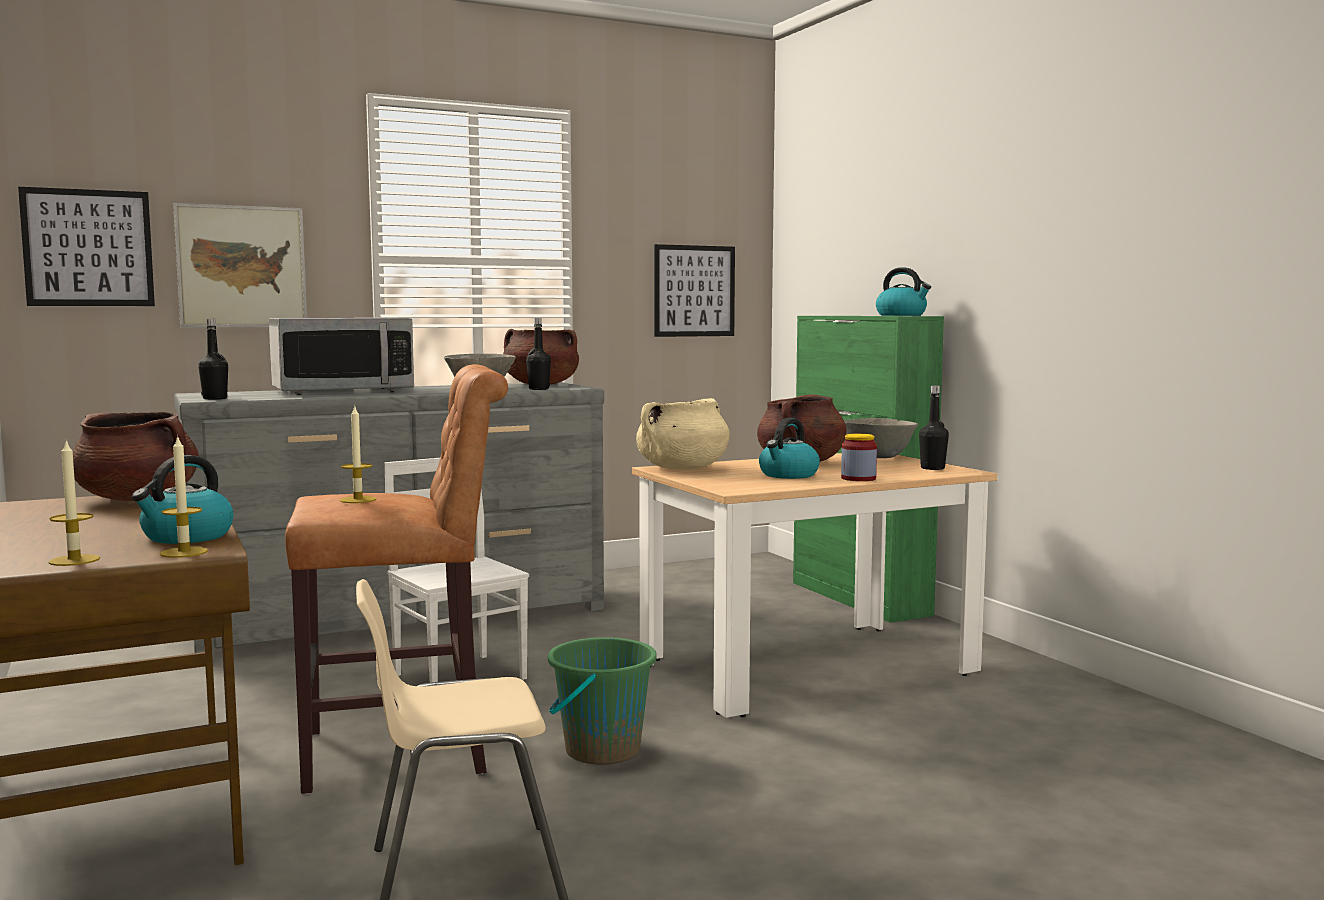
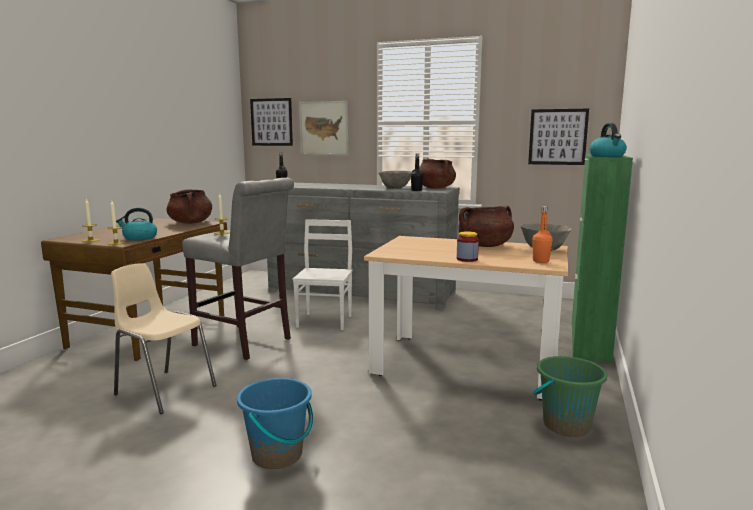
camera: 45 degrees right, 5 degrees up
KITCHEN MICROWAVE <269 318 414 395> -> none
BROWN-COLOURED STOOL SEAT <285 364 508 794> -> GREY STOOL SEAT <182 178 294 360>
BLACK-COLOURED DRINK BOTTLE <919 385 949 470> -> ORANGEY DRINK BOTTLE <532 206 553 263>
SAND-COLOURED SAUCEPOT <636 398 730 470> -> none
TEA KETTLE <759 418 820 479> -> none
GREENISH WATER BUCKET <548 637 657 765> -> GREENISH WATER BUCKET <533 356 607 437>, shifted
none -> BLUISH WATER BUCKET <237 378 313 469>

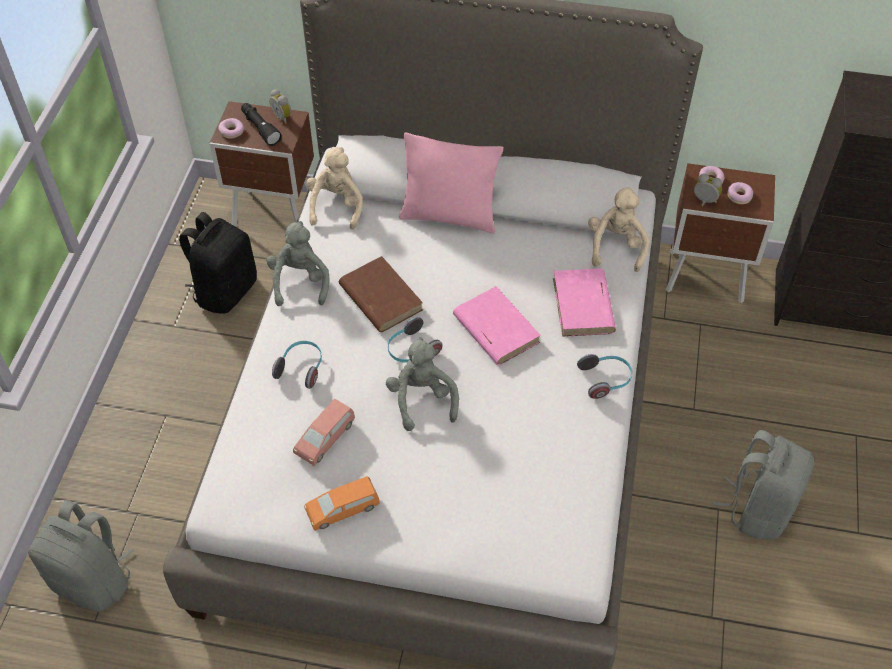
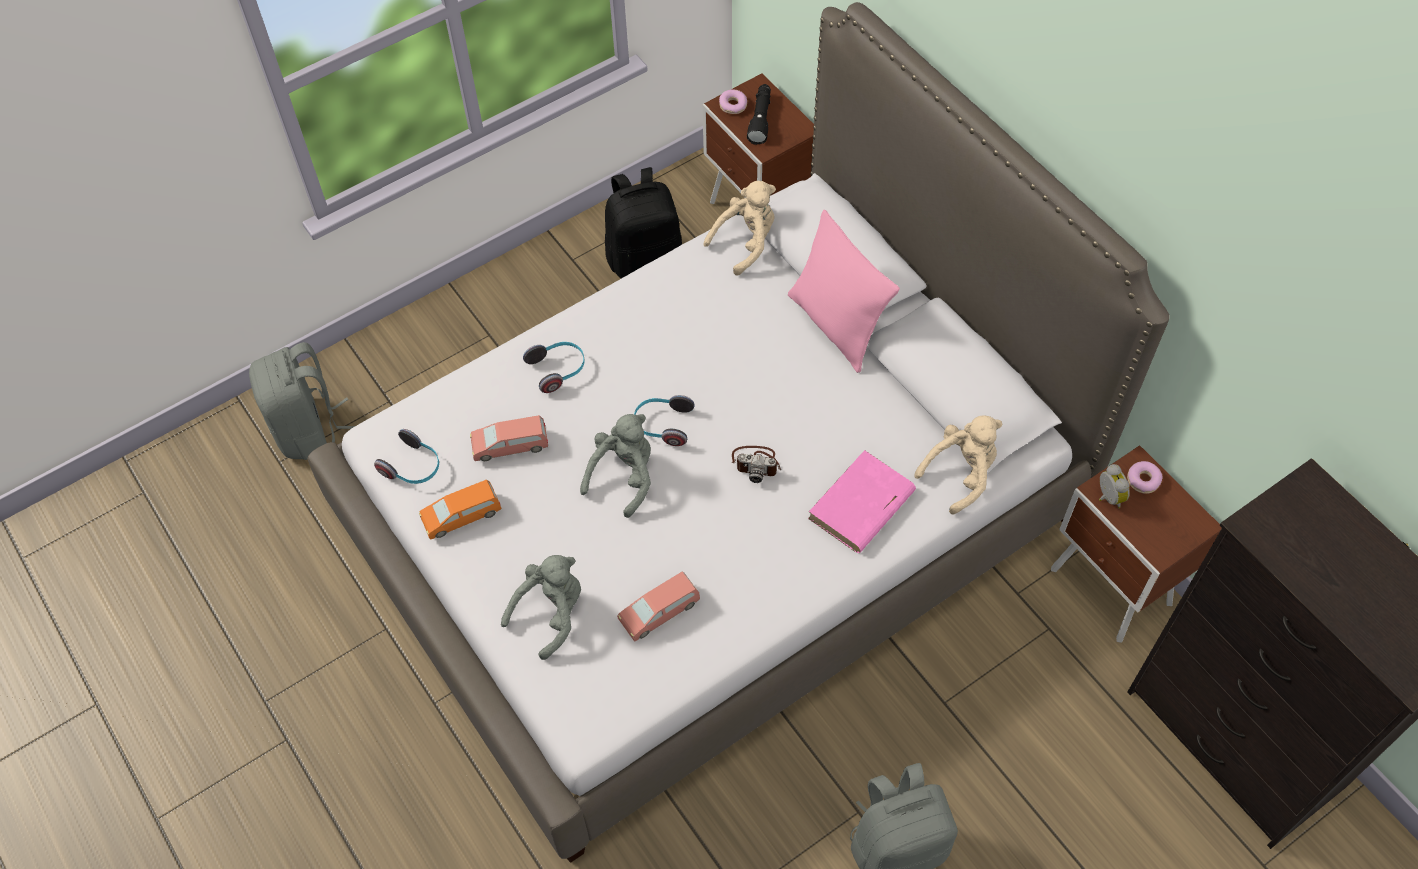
camera: 45 degrees right, 5 degrees up
ALARM CLOCK <269 89 291 124> -> none
RING DOUGHNUT <727 182 753 204> -> none
GREY CUDDLY TOY <266 221 329 306> -> GREY CUDDLY TOY <501 555 581 660>, shifted
BROWN-COLOURED BOOK <339 256 423 332> -> none
PINK-COLOURED BOOK <453 286 541 365> -> STILL CAMERA <732 446 781 483>
HEADPHONES <577 354 632 399> -> HEADPHONES <374 429 439 484>, shifted
ORANGEY TOY CAR <304 476 380 531> -> ORANGEY TOY CAR <419 480 501 540>, 45 degrees counterclockwise
none -> PINK-COLOURED TOY CAR <617 571 700 642>

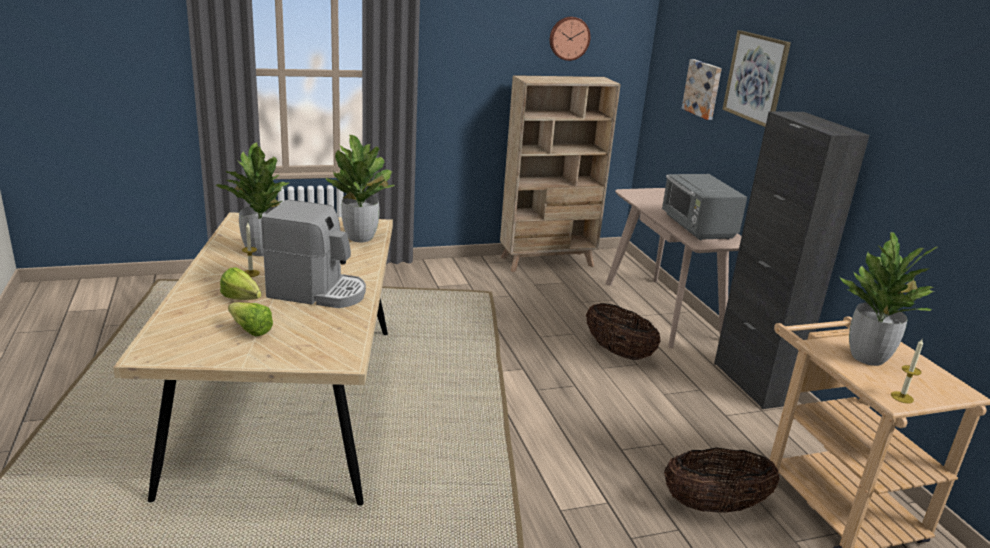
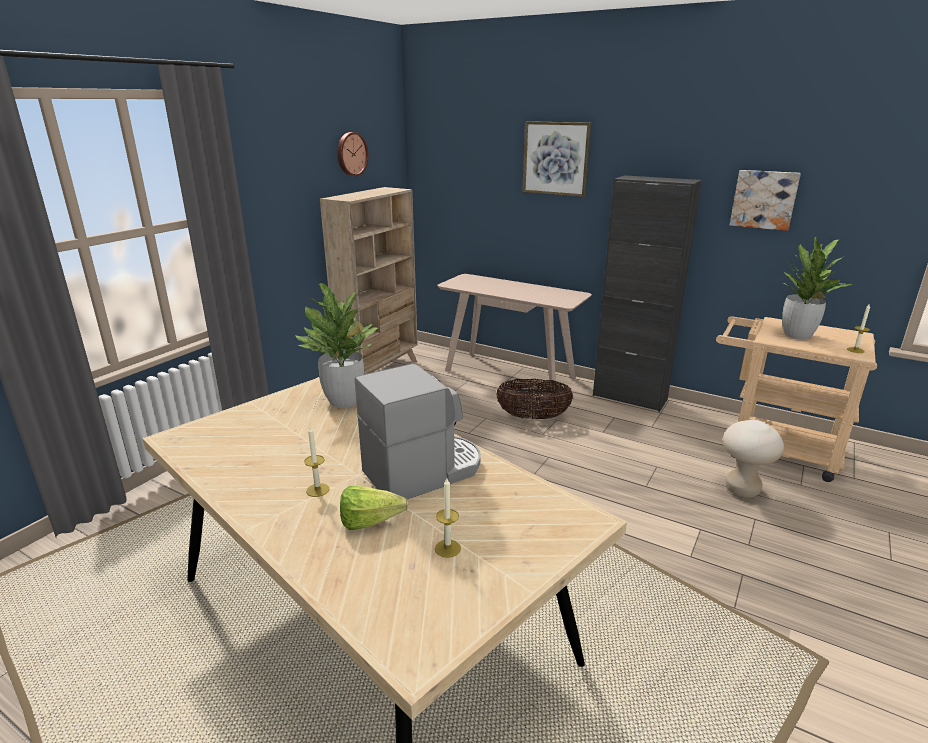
camera: 40 degrees left, 0 degrees up
PICTURE <682 59 722 120> -> PICTURE <730 170 801 231>, shifted
HOUSEPLANT <215 142 289 256> -> none
GREY KITCHEN MICROWAVE <662 174 747 240> -> none
LETTUCE <228 302 273 336> -> CANDLE <435 478 461 558>
STORAGE BASKET <664 448 780 513> -> SAND-COLOURED STOOL SEAT <723 420 784 498>

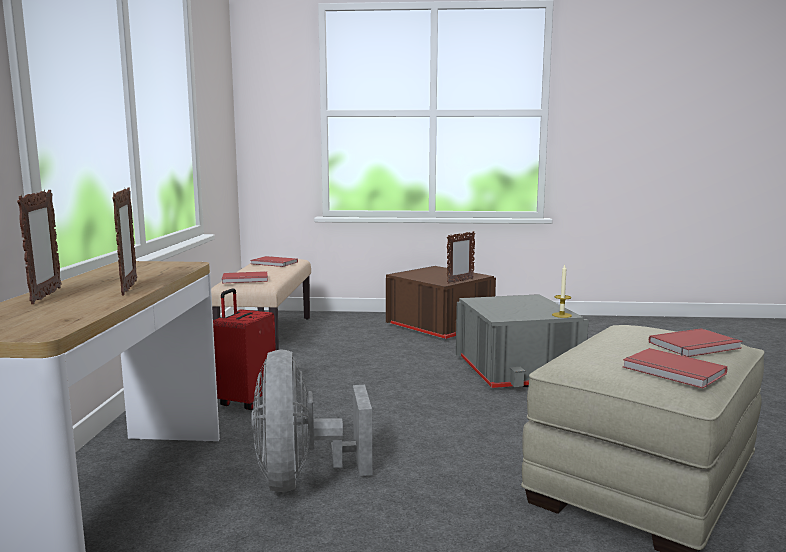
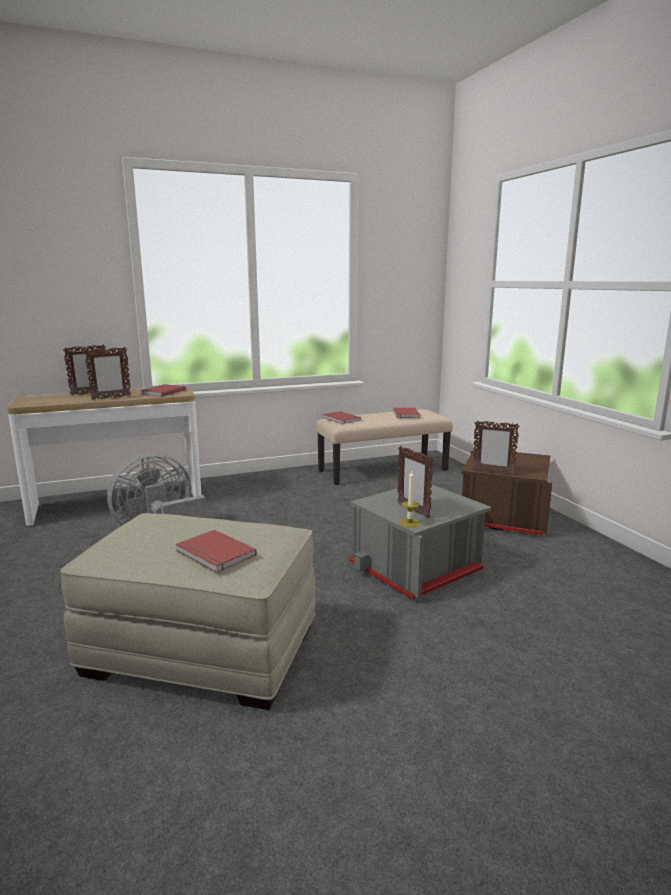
camera: 65 degrees right, 5 degrees up
RED SUITCASE <213 288 276 410> -> none
RED BOOK <623 348 728 388> -> RED BOOK <139 384 186 397>, shifted
none -> STANDING FRAME <397 446 433 518>

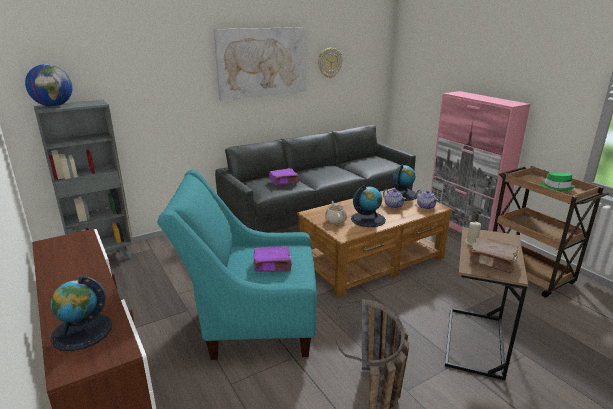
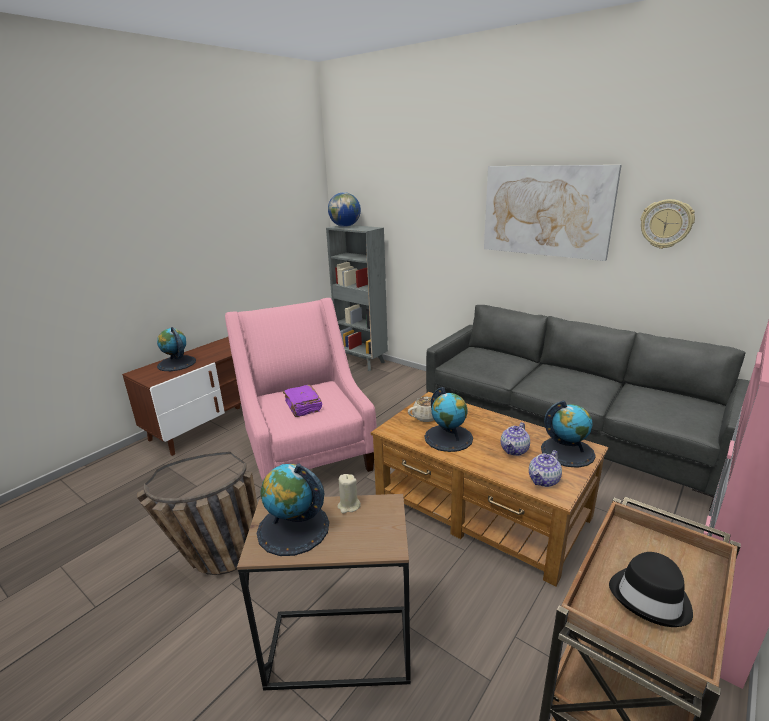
camera: 70 degrees right, 0 degrees up
PURPLISH BOOK <269 168 299 185> -> none
BLUE-GREEN LOUNGE CHAIR <157 169 317 360> -> PINK-COLOURED LOUNGE CHAIR <225 298 377 480>
GREENISH WEARABLE HAT <539 172 575 191> -> BLACK-COLOURED WEARABLE HAT <609 552 693 627>
BROWN-COLOURED BOOK <469 237 519 273> -> GLOBE <257 464 329 556>

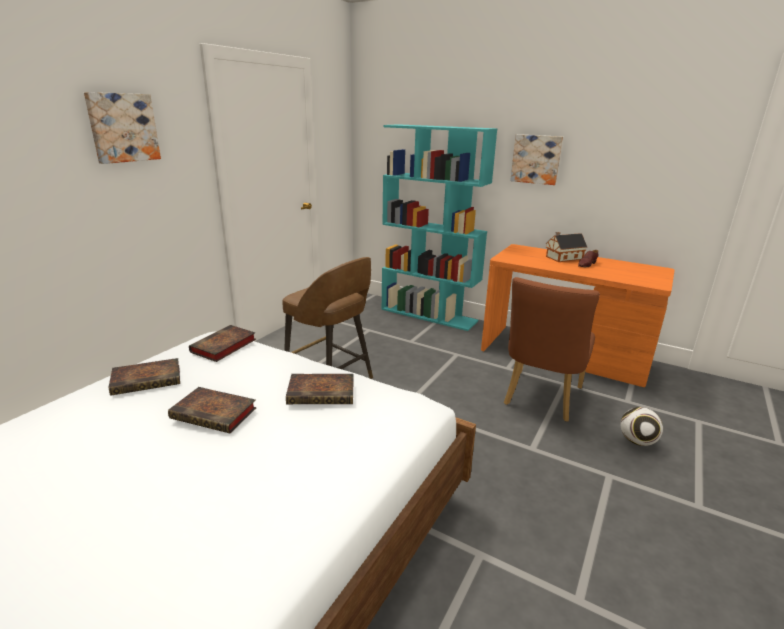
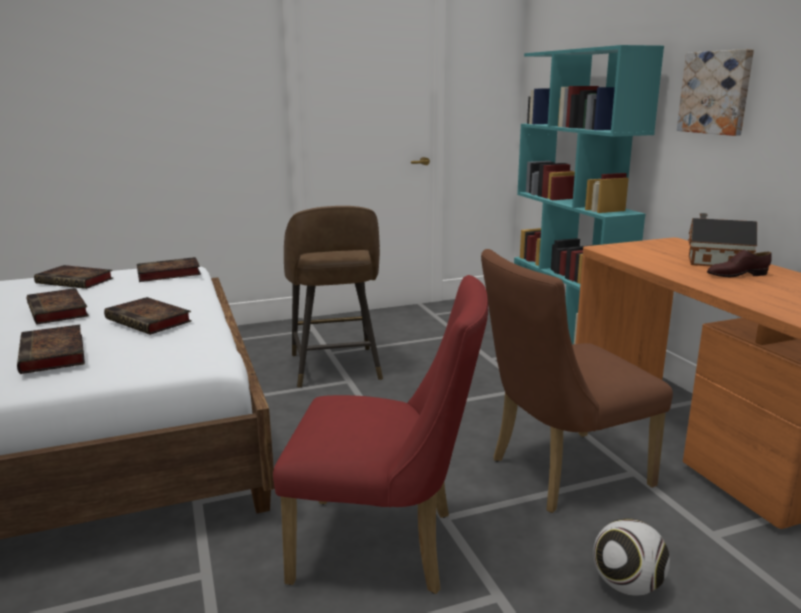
camera: 40 degrees right, 5 degrees down
PICTURE <84 92 161 164> -> none
none -> RED CHAIR <273 275 488 594>
none -> BOOK <17 325 85 374>

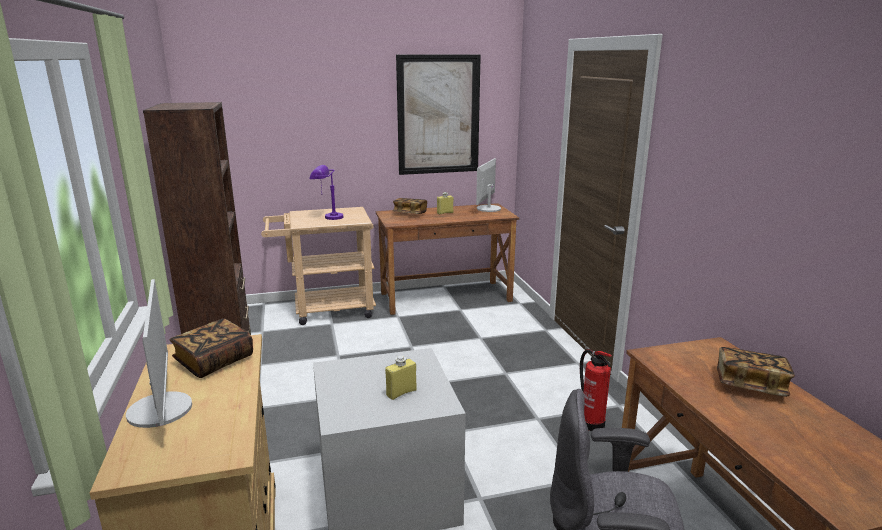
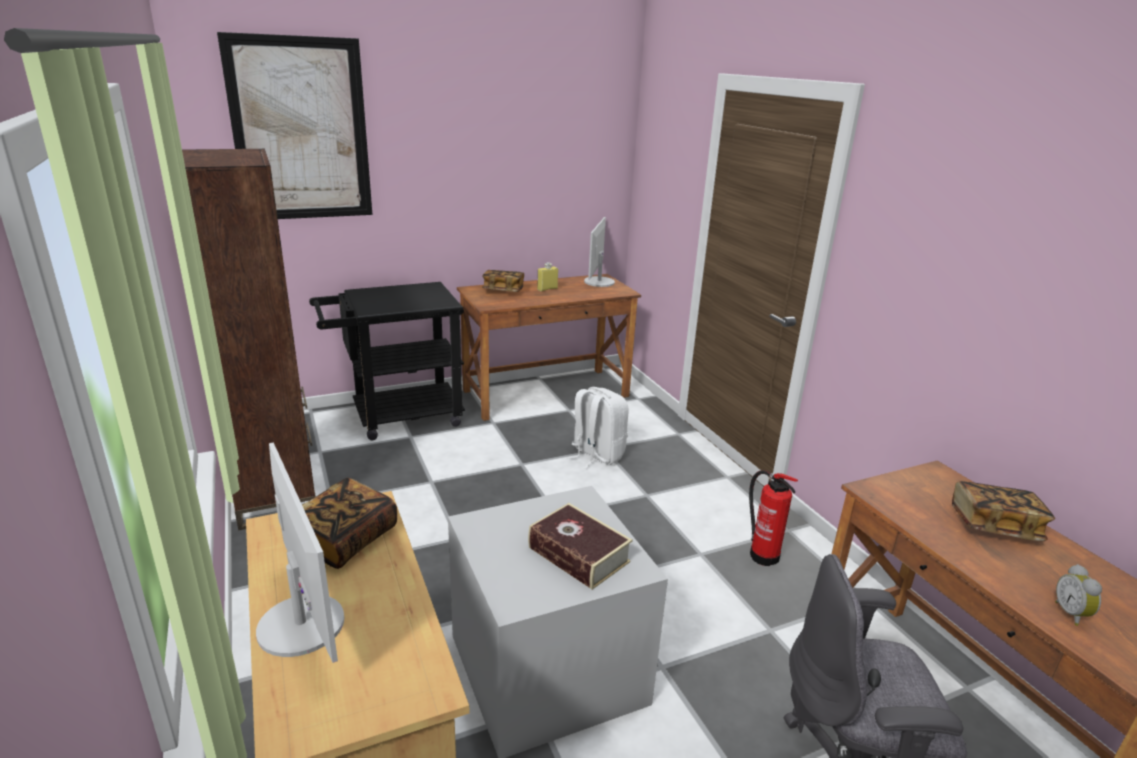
camera: 10 degrees left, 5 degrees up
PICTURE <396 54 481 175> -> PICTURE <217 32 372 219>, shifted
PURPLISH TABLETOP LAMP <309 165 343 220> -> none
SAND-COLOURED TROLLEY <261 207 376 325> -> BLACK-COLOURED TROLLEY <309 282 465 440>
YELLOW DRINK BOTTLE <385 356 417 400> -> BOOK <528 503 633 590>
none -> WHITE BACKPACK <567 387 628 469>
none -> ALARM CLOCK <1055 564 1102 626>

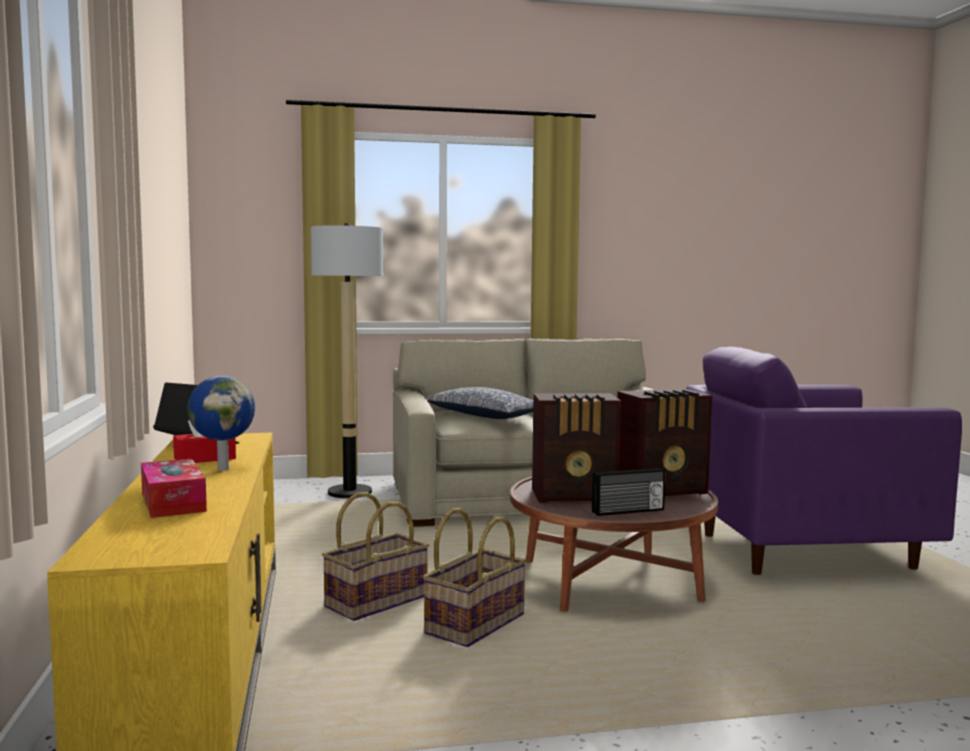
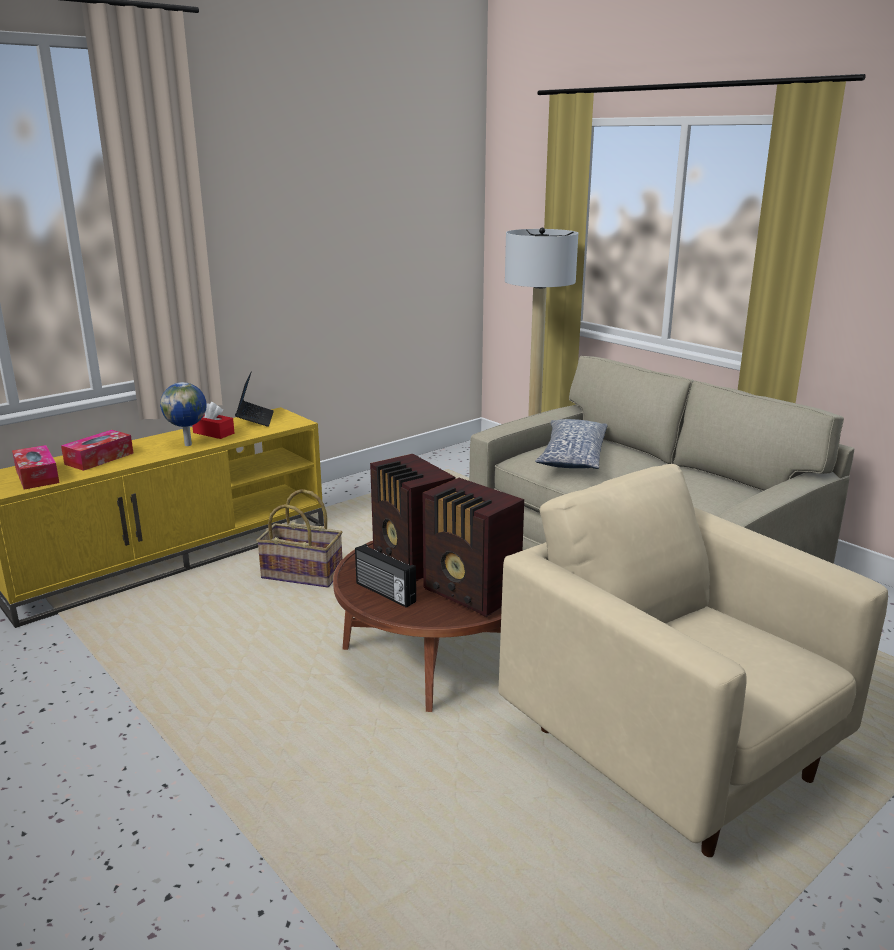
camera: 60 degrees right, 15 degrees up
PURPLISH LOUNGE CHAIR <686 347 962 575> -> SAND-COLOURED LOUNGE CHAIR <498 464 888 857>
STORAGE BASKET <423 508 526 647> -> none
none -> TISSUE HOLDER <12 445 59 490>

